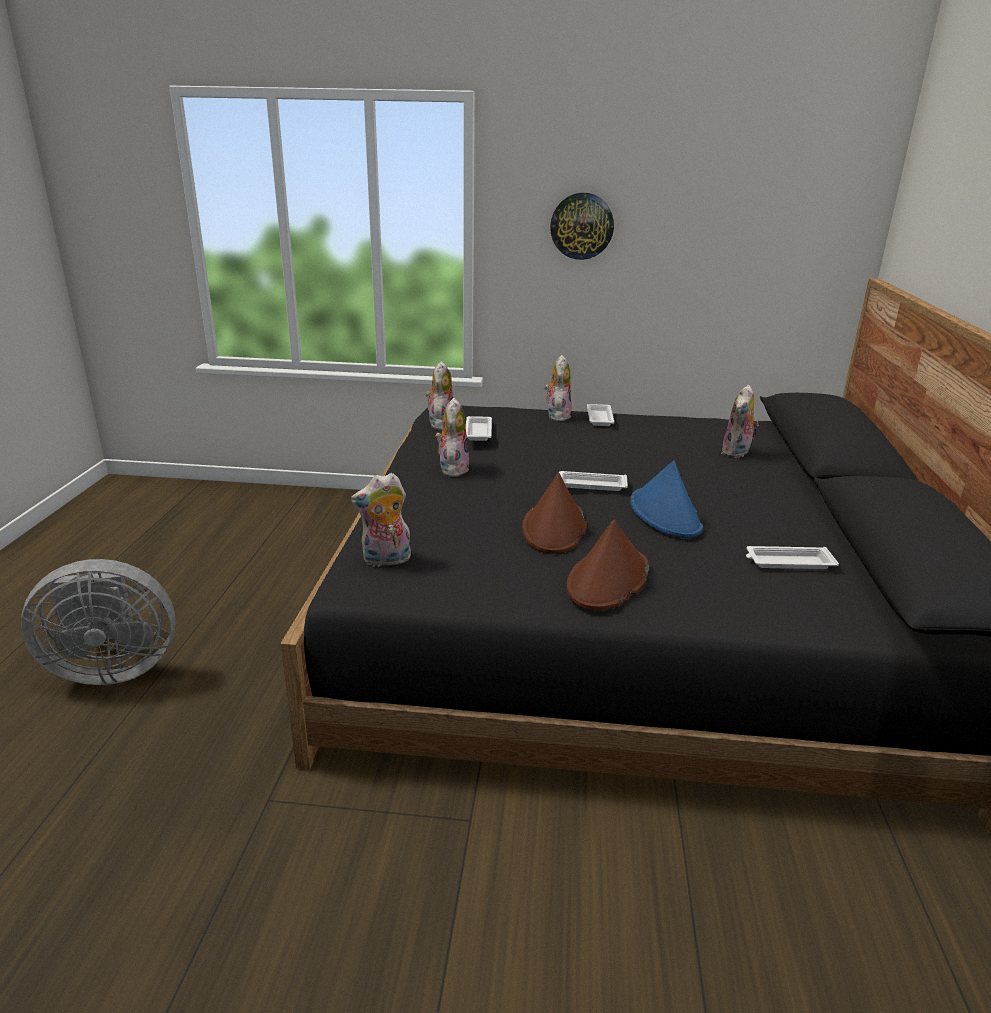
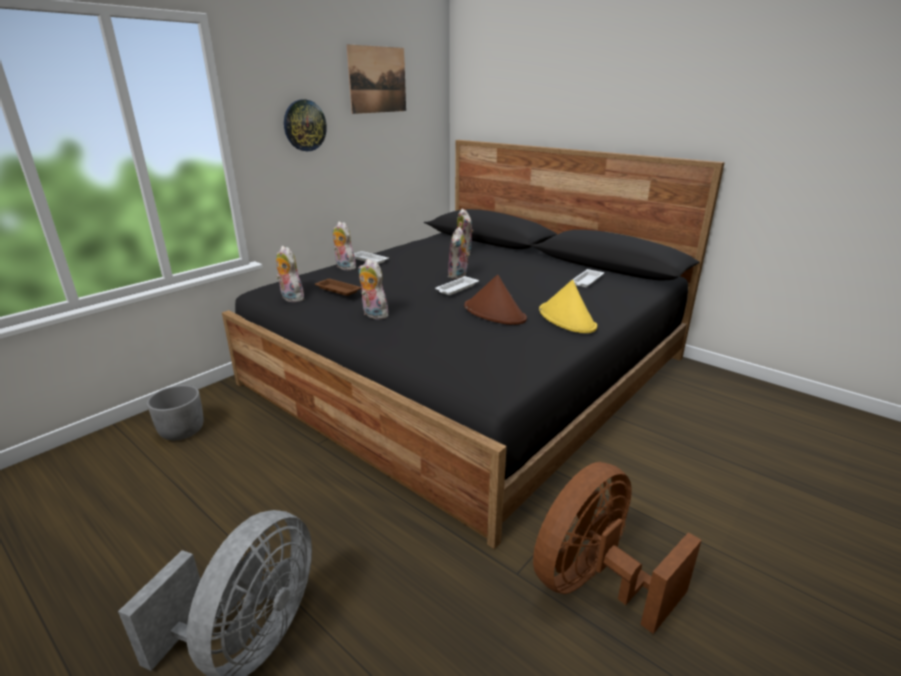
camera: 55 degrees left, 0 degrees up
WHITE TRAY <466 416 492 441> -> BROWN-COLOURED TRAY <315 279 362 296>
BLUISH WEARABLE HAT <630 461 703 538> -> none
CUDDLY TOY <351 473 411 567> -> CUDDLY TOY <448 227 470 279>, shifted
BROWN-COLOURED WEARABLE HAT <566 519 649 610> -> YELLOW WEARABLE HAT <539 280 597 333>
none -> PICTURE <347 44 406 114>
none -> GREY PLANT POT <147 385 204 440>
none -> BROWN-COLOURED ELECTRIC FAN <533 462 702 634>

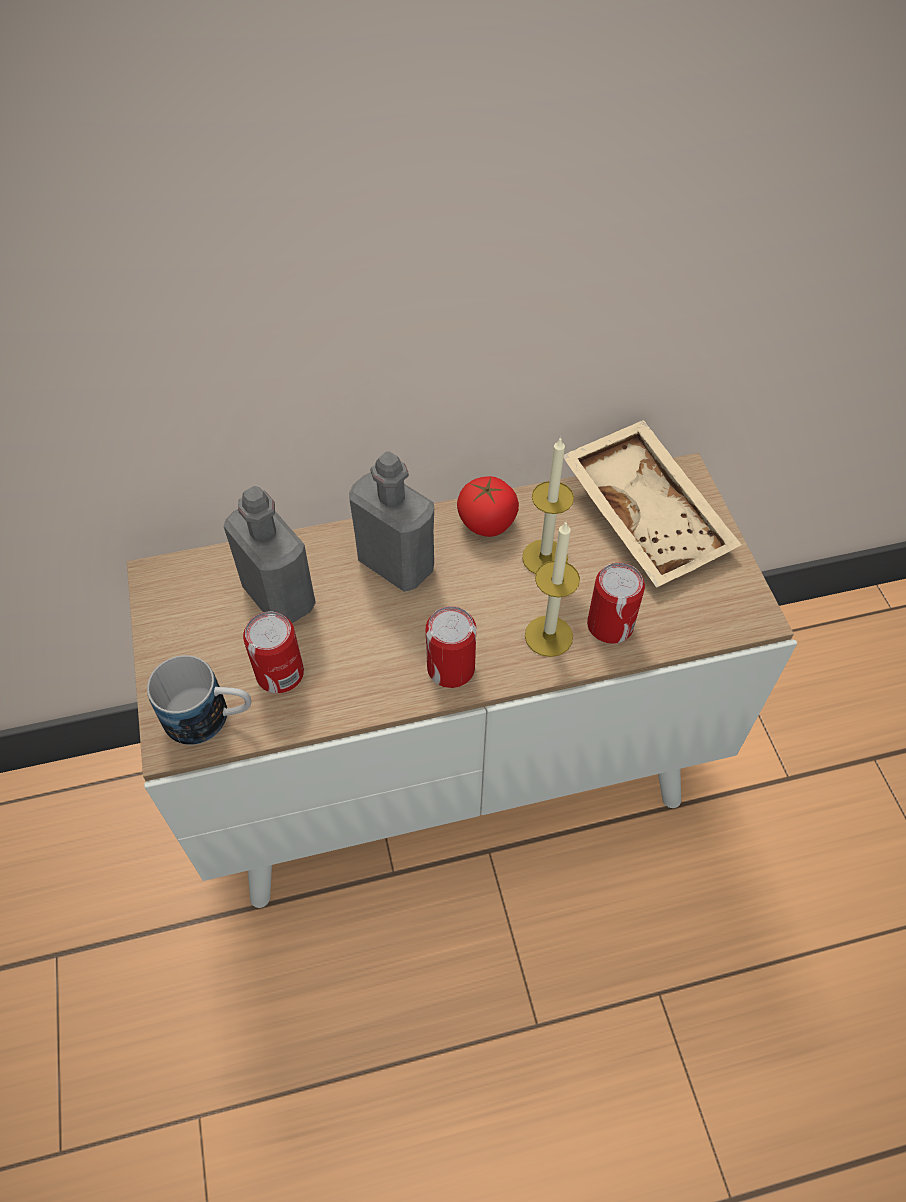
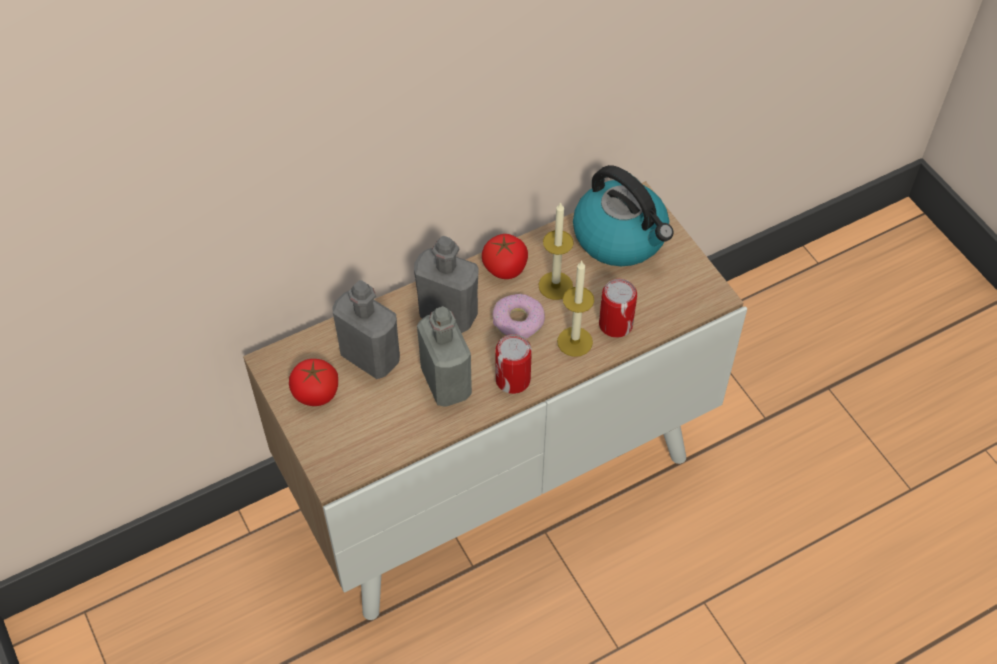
camera: 15 degrees left, 0 degrees up
SAND-COLOURED TRAY <564 420 742 588> -> TEA KETTLE <573 165 673 266>
SEALED CAN <243 611 304 693> -> none
TEA MUG <147 655 251 745> -> none
none -> RING DOUGHNUT <493 294 545 339>
none -> GREY DRINK BOTTLE <417 306 472 407>
none -> FRESH TOMATO <289 359 338 406>

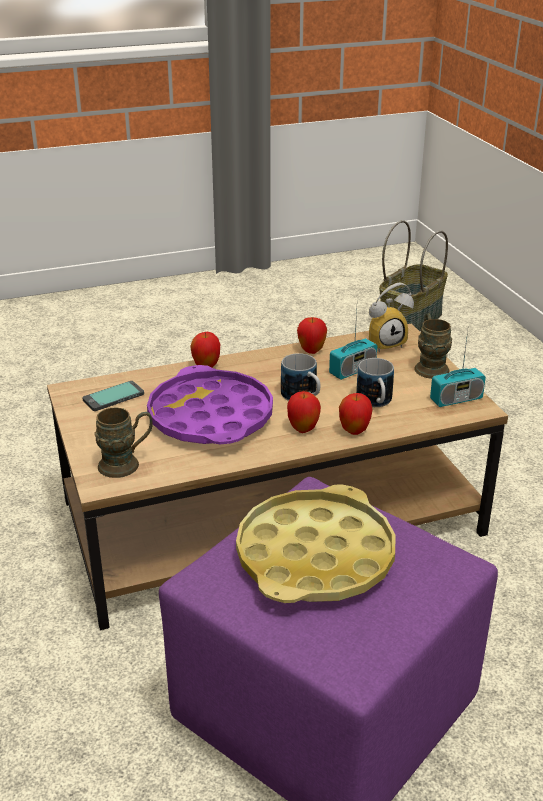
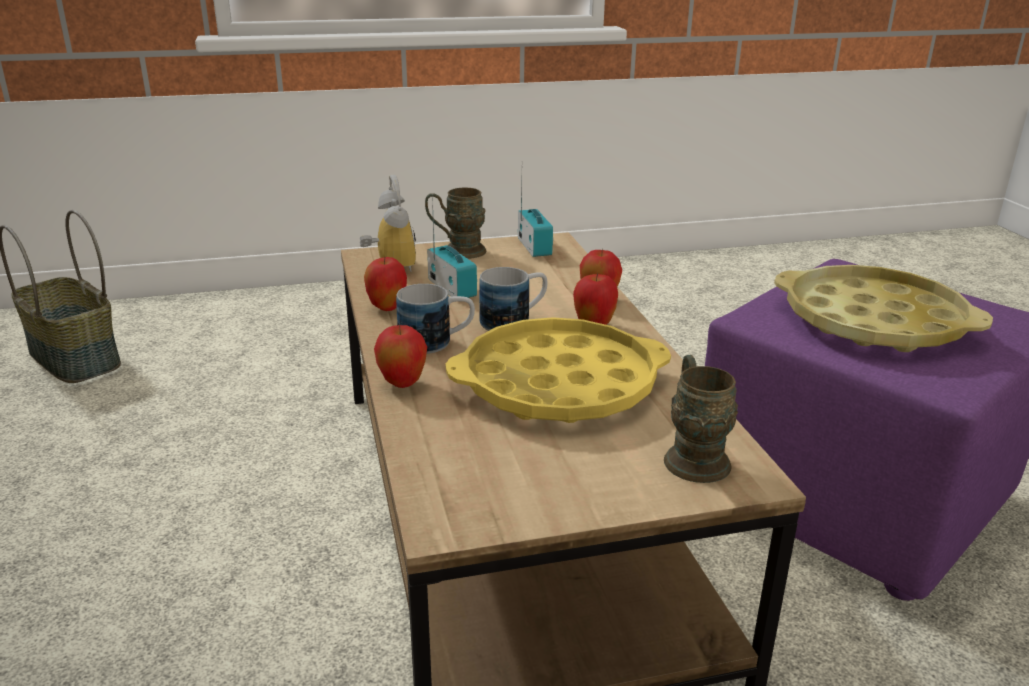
camera: 85 degrees left, 5 degrees down
TEA MUG <356 358 394 407> -> TEA MUG <396 284 475 354>, shifted
PURPLISH TRAY <147 365 273 444> -> YELLOW TRAY <446 317 671 423>
HANDSET <82 381 144 411> -> none

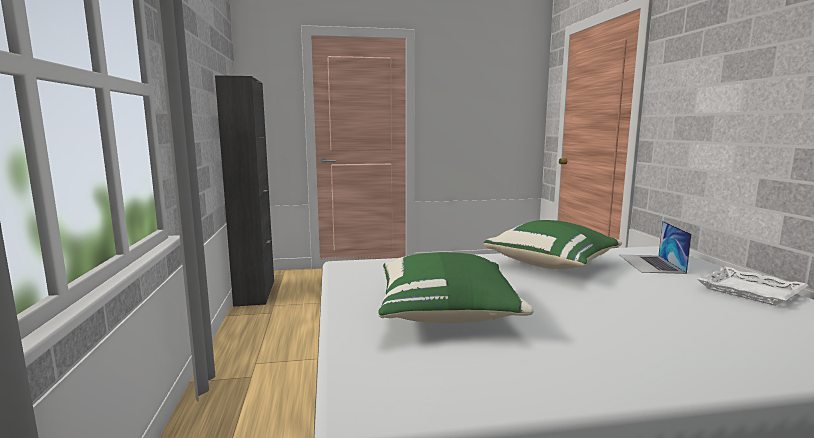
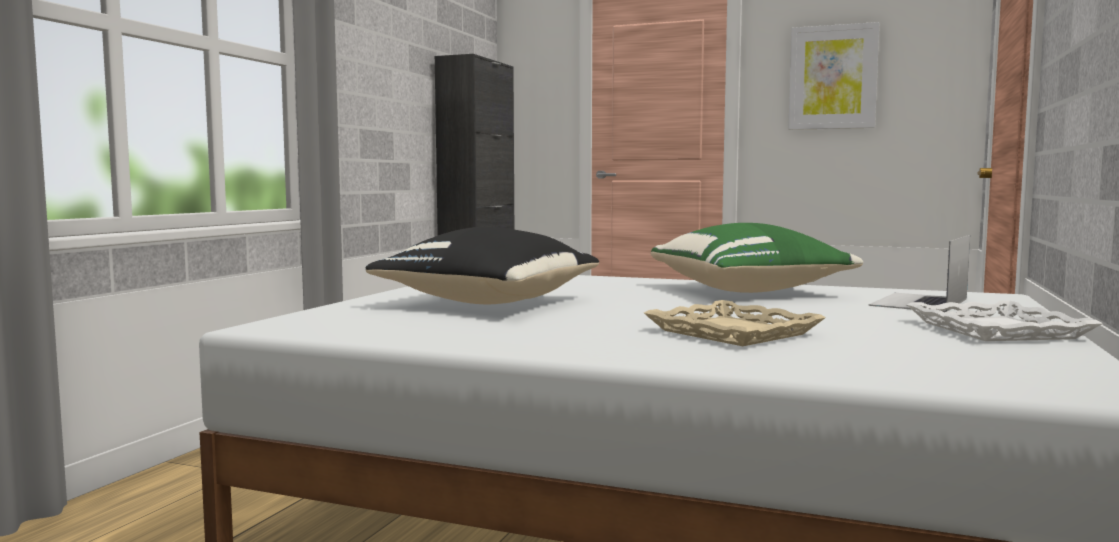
camera: 30 degrees right, 5 degrees down
GREENISH PILLOW <378 252 534 323> -> BLACK-COLOURED PILLOW <365 227 599 304>
none -> PICTURE <788 22 879 130>
none -> SAND-COLOURED TRAY <644 300 826 346>

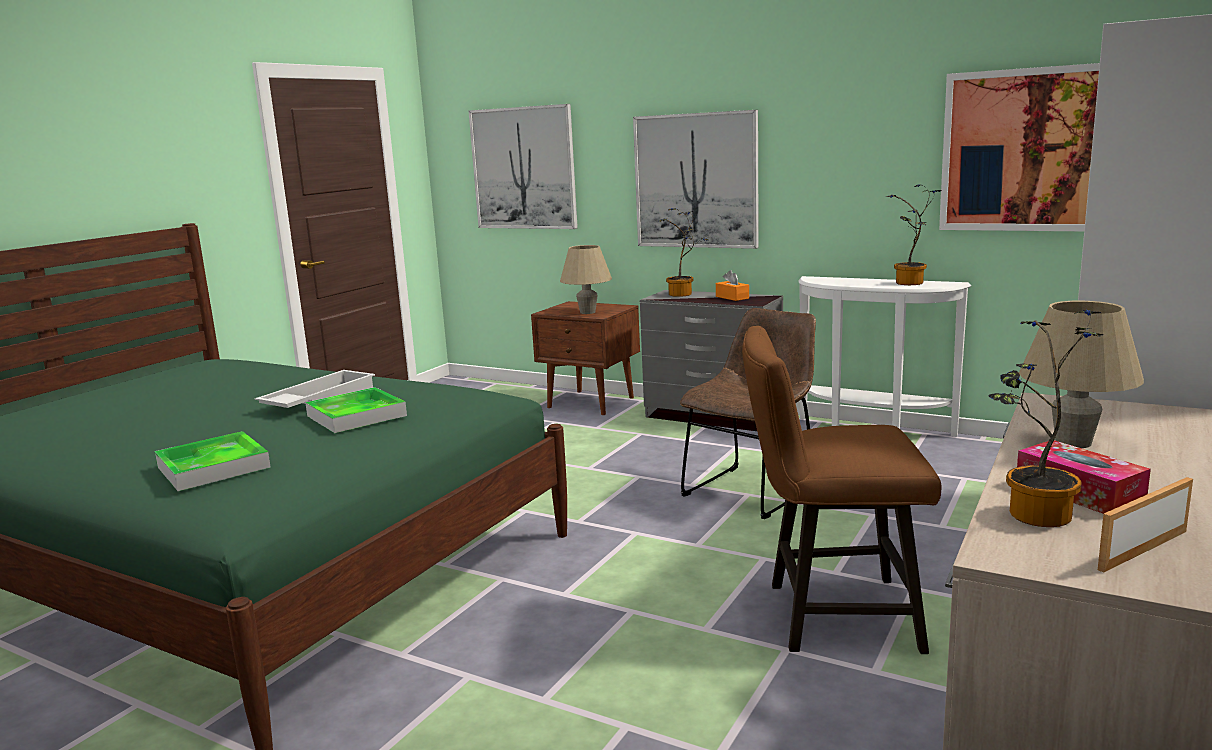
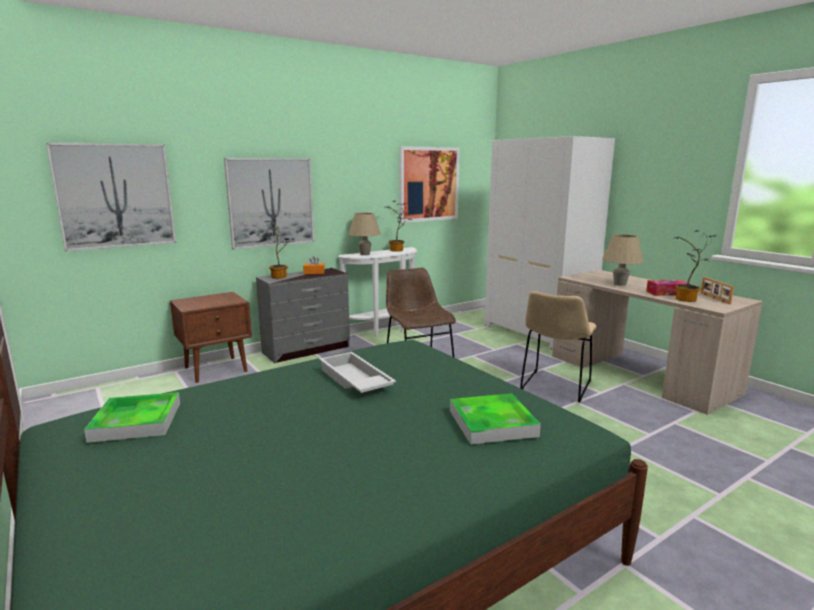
camera: 65 degrees left, 0 degrees up
SAND-COLOURED TABLETOP LAMP <560 245 612 314> -> SAND-COLOURED TABLETOP LAMP <348 213 381 255>, shifted
BROWN-COLOURED STOOL SEAT <742 326 941 654> -> SAND-COLOURED CHAIR <520 291 597 402>
TRAY <305 387 407 433> -> TRAY <84 392 180 443>, shifted

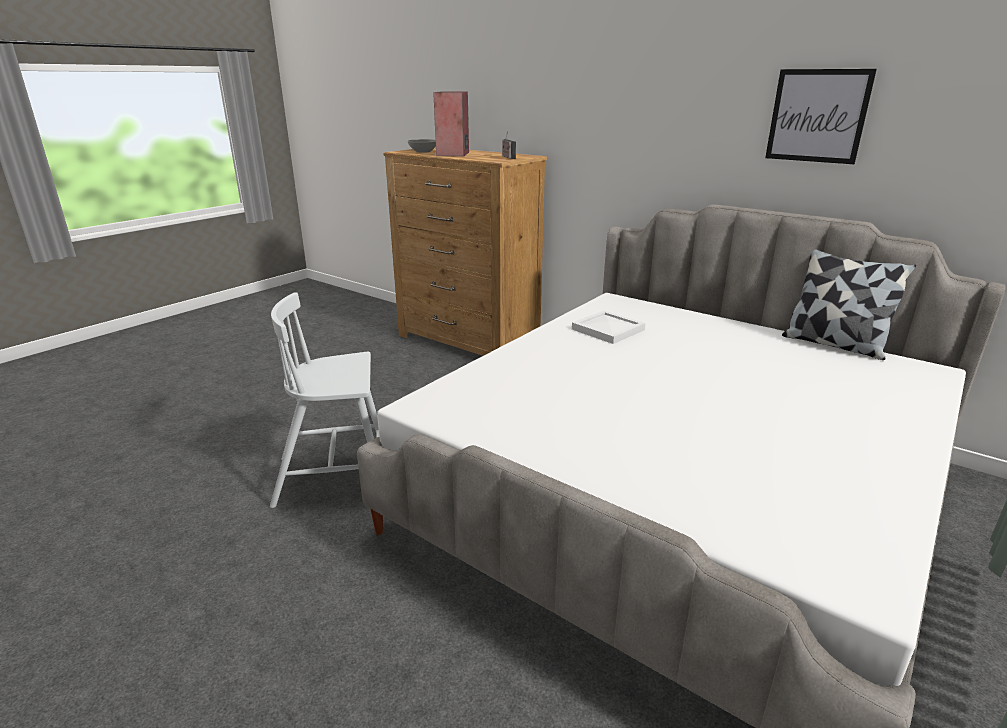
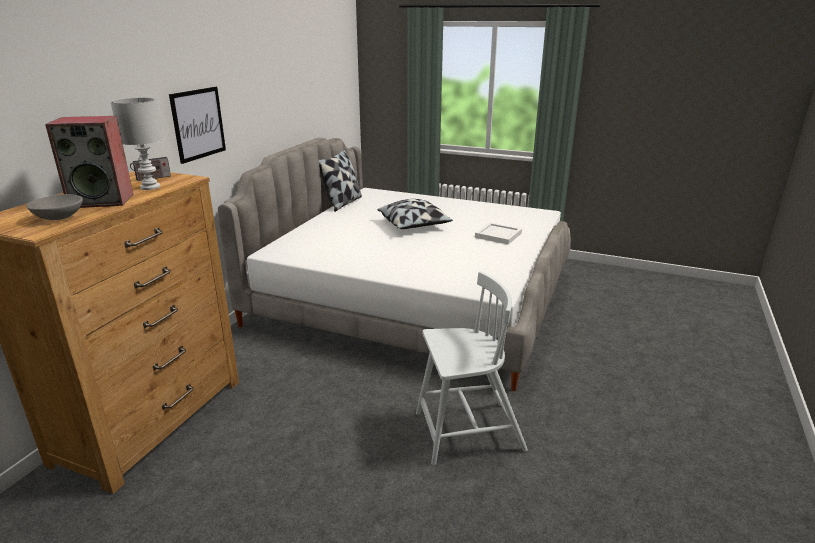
camera: 105 degrees left, 0 degrees up
PICTURE <765 69 877 164> -> PICTURE <169 87 226 164>, shifted
WHITE CHAIR <270 292 379 508> -> WHITE CHAIR <416 271 528 465>, 75 degrees counterclockwise
WHITE TRAY <572 310 646 344> -> WHITE TRAY <475 222 522 245>, shifted
none -> WHITE TABLETOP LAMP <110 97 162 190>
none -> PILLOW <377 199 453 229>

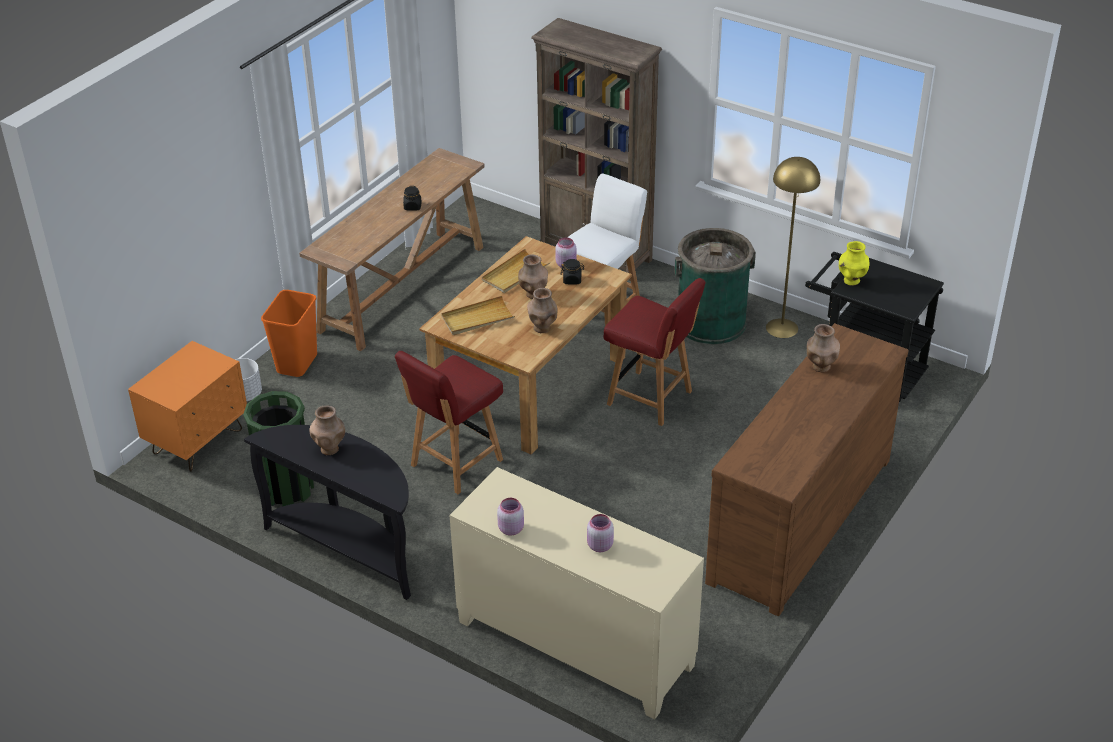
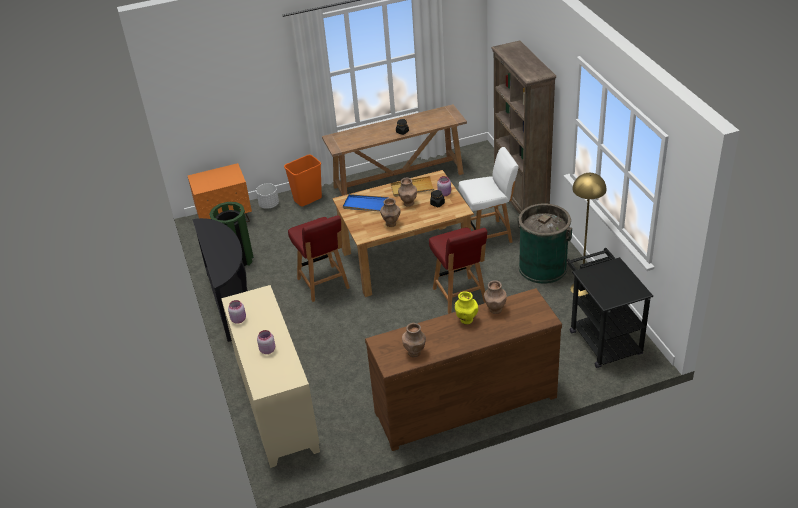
camera: 40 degrees right, 0 degrees up
YELLOW DECORATIVE VASE <839 241 870 286> -> YELLOW DECORATIVE VASE <454 291 478 324>, shifted
SAND-COLOURED TRAY <441 296 515 335> -> BLUISH TRAY <343 194 389 212>
RED CHAIR <395 351 503 494> -> RED CHAIR <288 215 350 302>, 105 degrees counterclockwise
BROWN-COLOURED DECORATIVE VASE <309 405 345 455> -> BROWN-COLOURED DECORATIVE VASE <402 323 426 357>, shifted

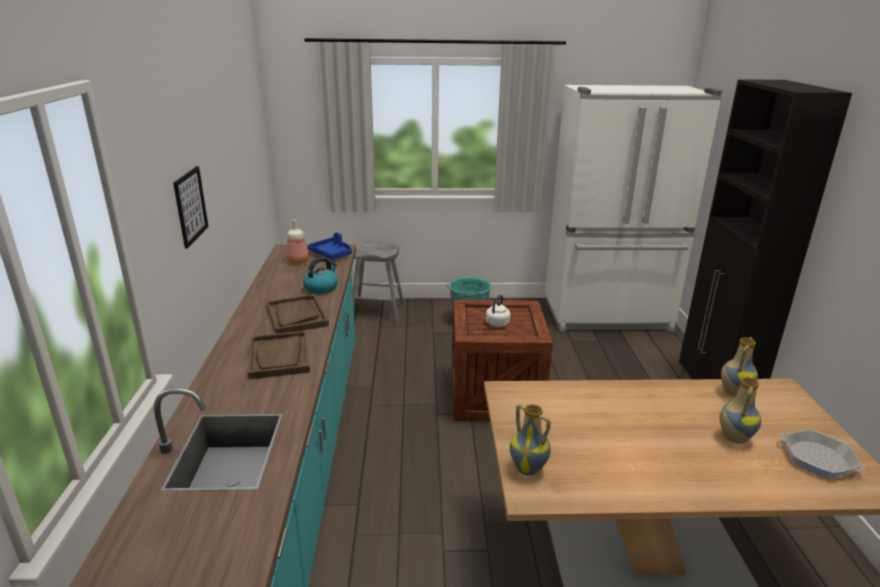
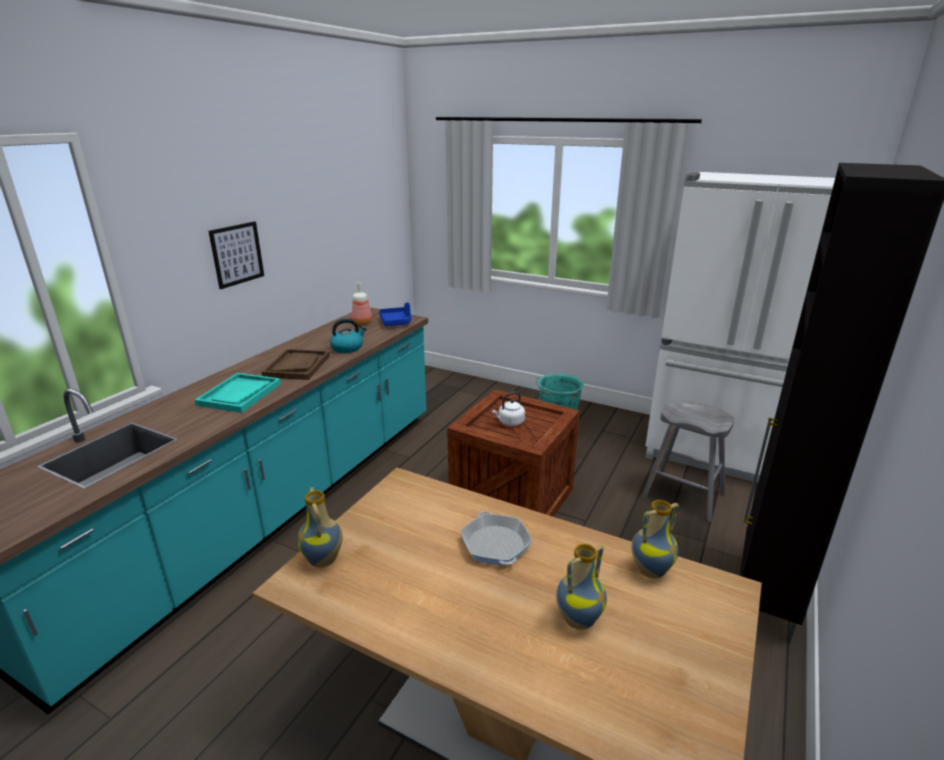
camera: 30 degrees right, 0 degrees up
GREY STOOL SEAT <353 242 404 323> -> GREY STOOL SEAT <642 400 734 522>, shifted
BROWN-COLOURED TRAY <248 331 310 379> -> BLUE-GREEN TRAY <195 373 281 413>
SKILLET <780 430 865 478> -> SKILLET <461 511 533 566>, shifted

